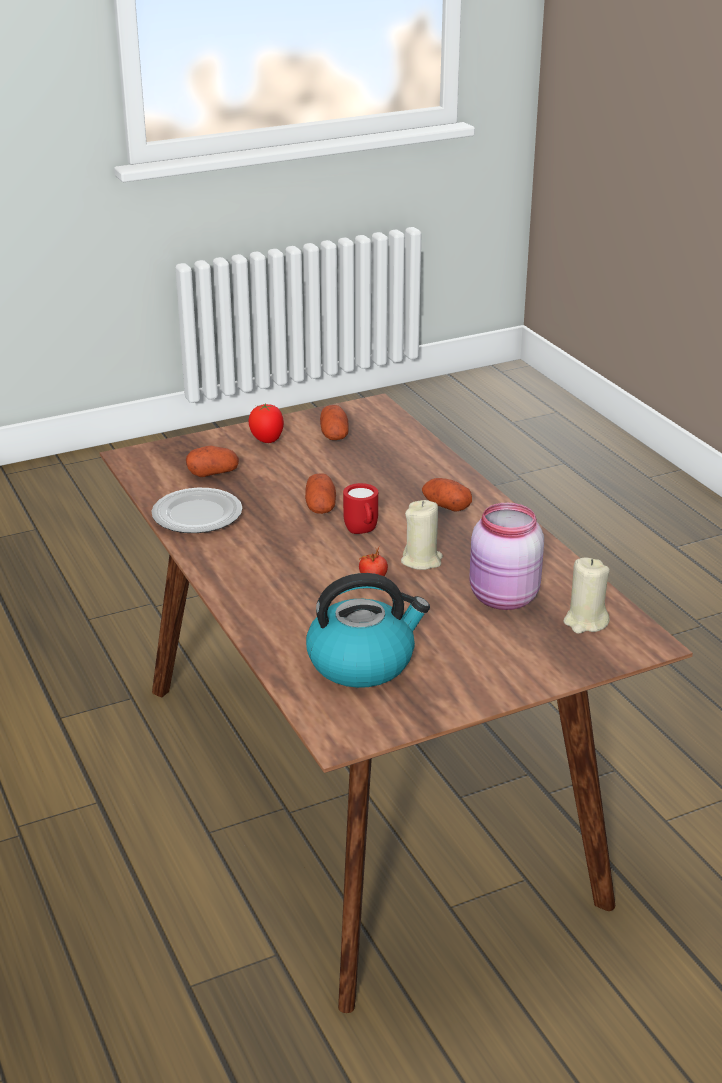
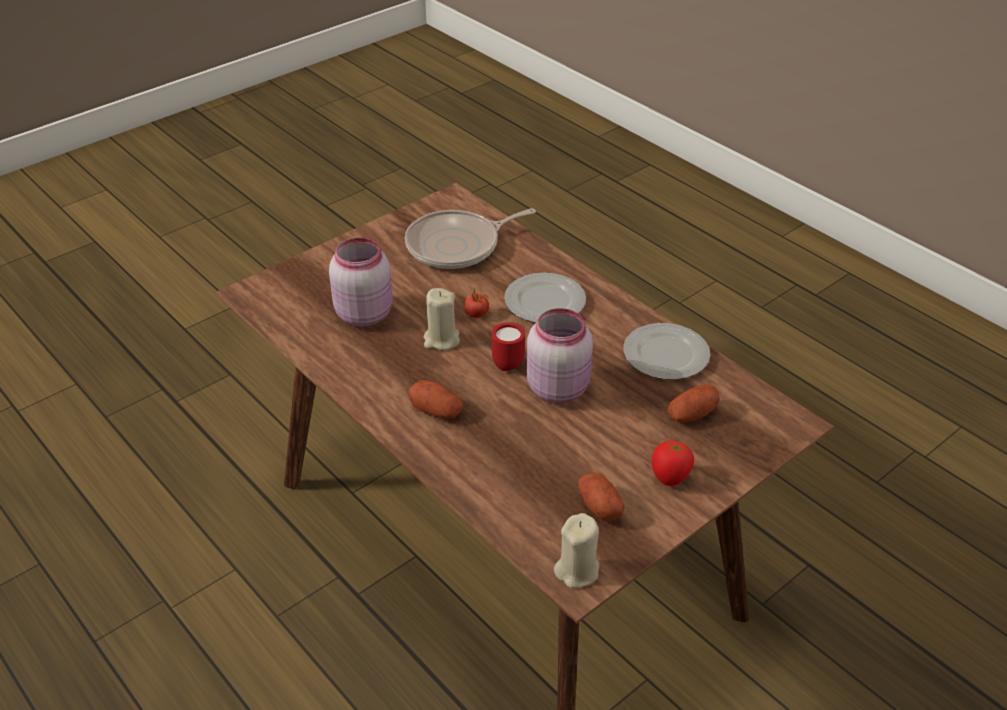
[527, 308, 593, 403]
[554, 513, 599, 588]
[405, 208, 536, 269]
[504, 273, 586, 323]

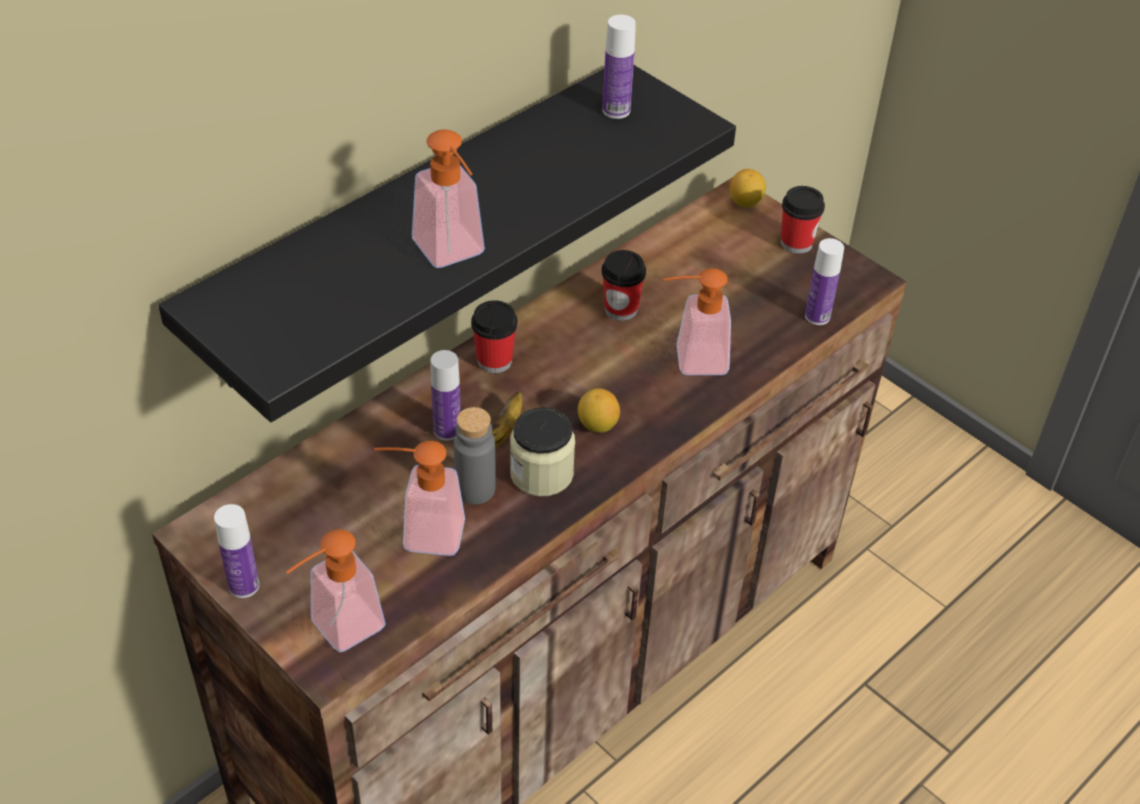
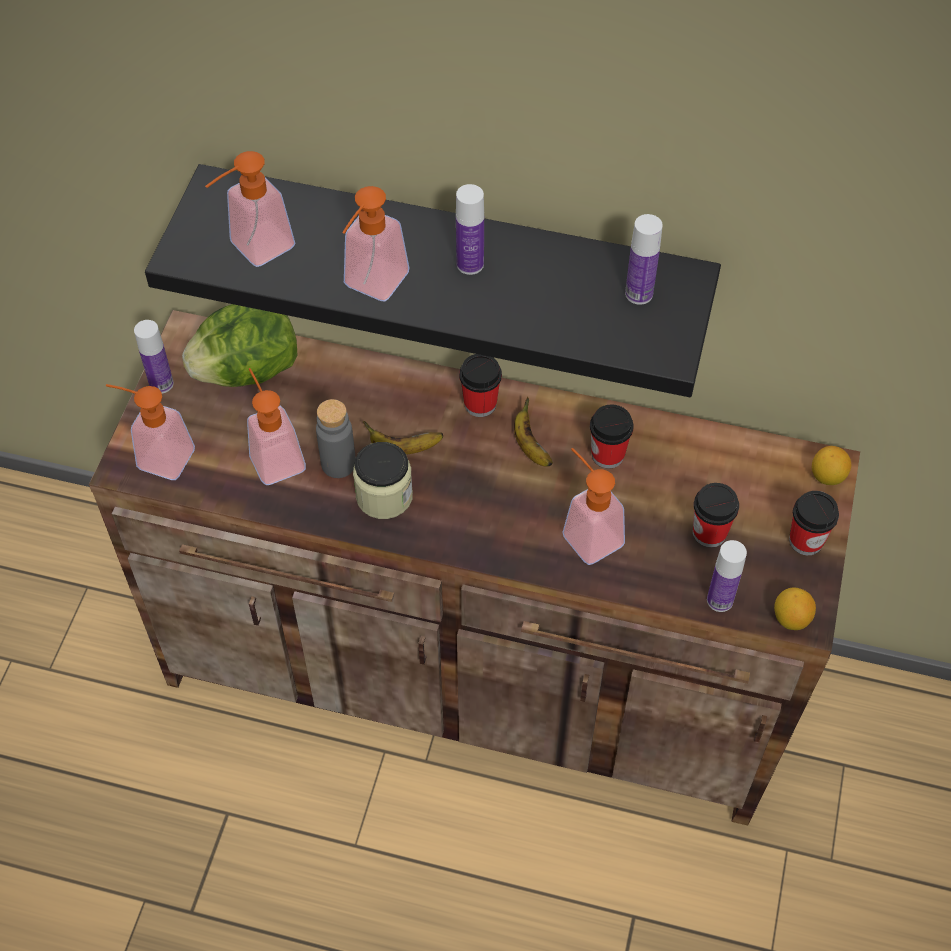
[456, 184, 484, 275]
[774, 587, 816, 630]
[205, 151, 295, 267]
[182, 304, 297, 387]
[514, 397, 553, 467]
[693, 483, 739, 547]

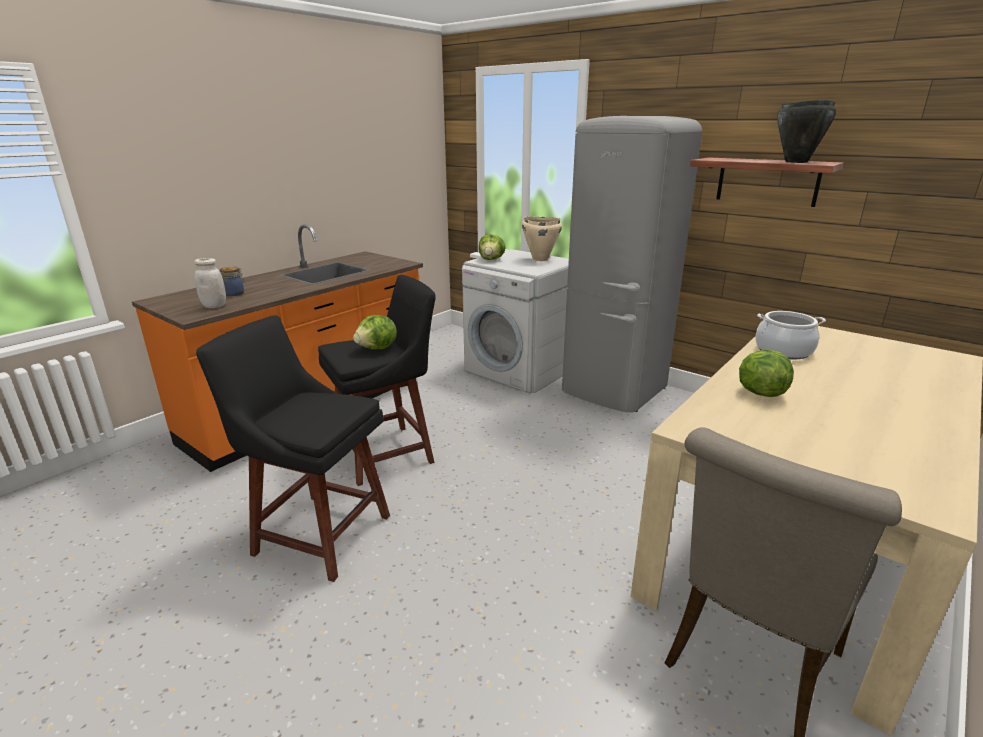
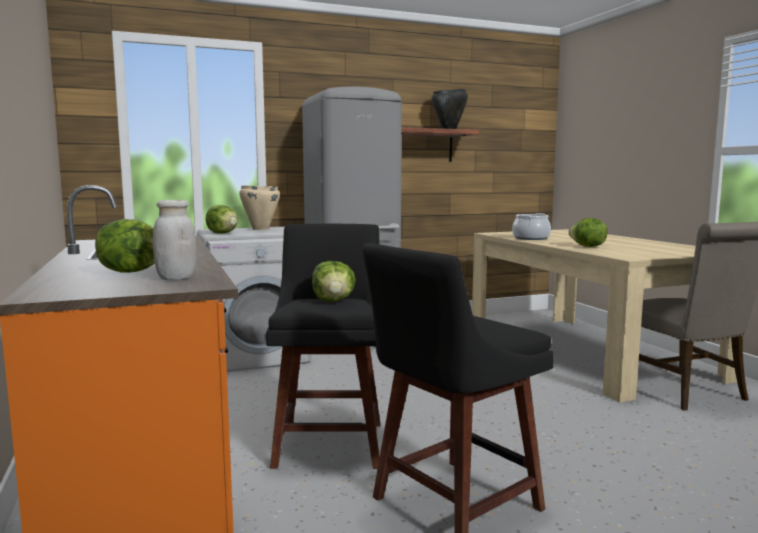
[95, 219, 155, 273]

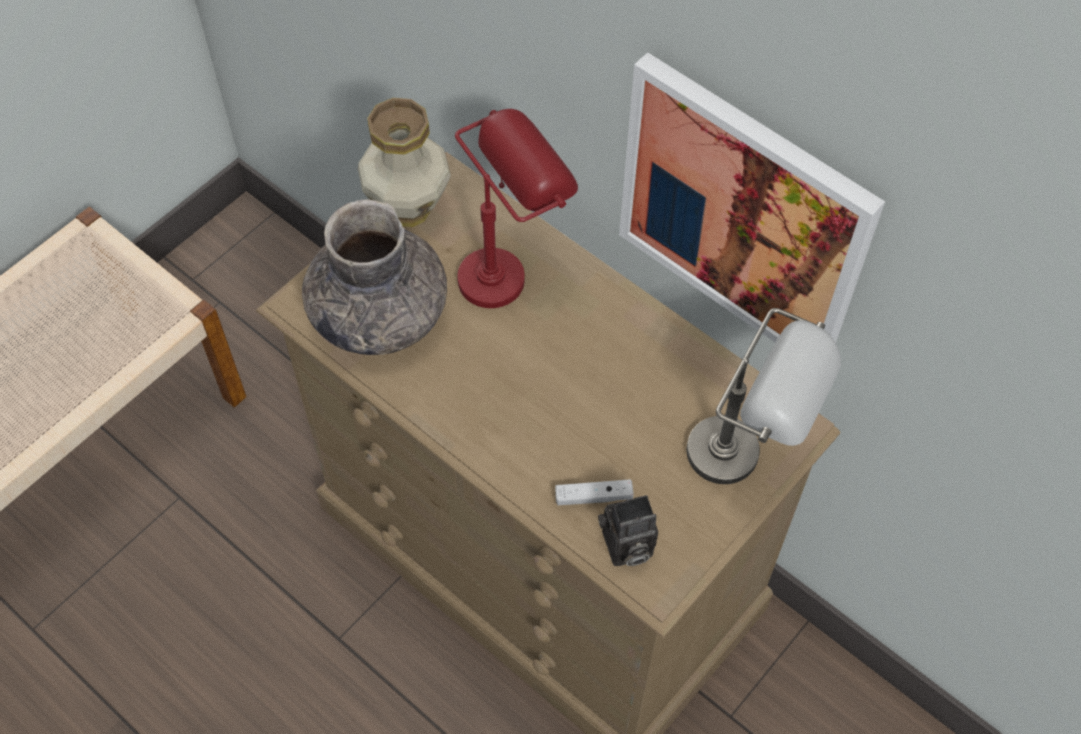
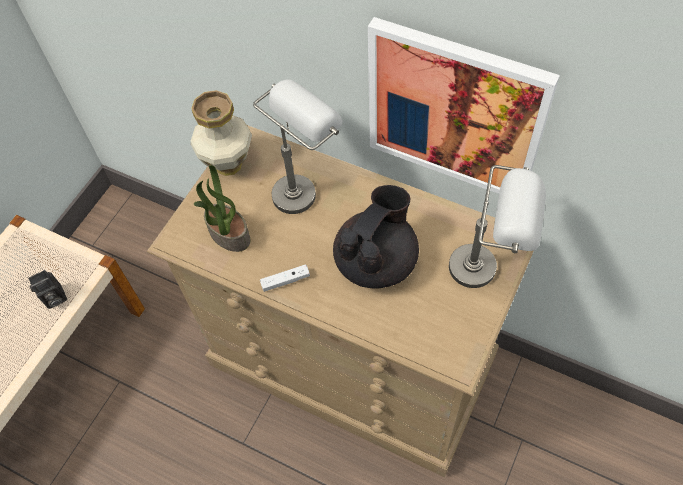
[253, 79, 343, 214]
[194, 165, 250, 252]
[260, 264, 310, 292]
[28, 270, 67, 309]
[333, 185, 419, 289]

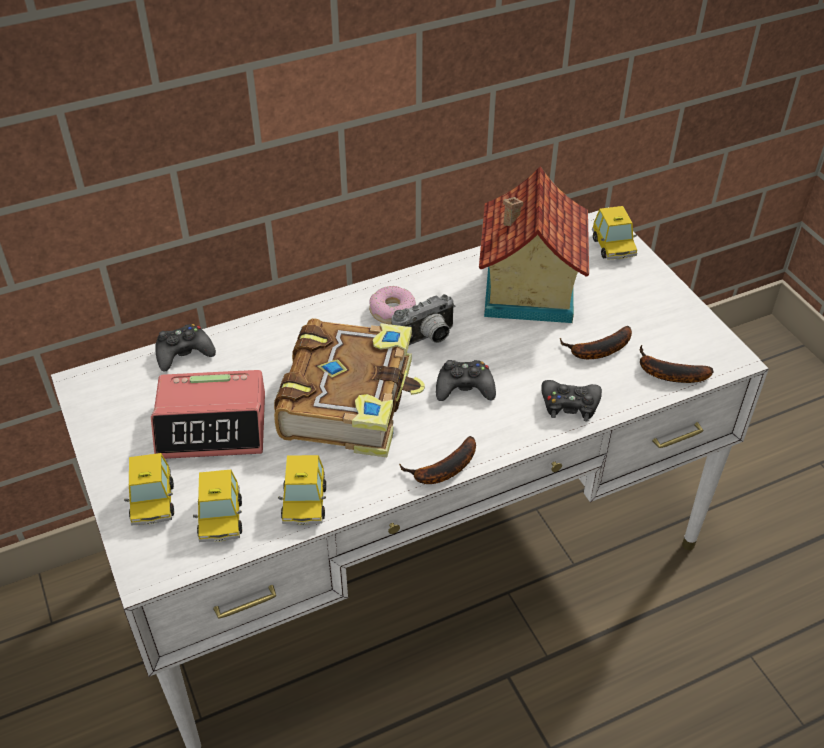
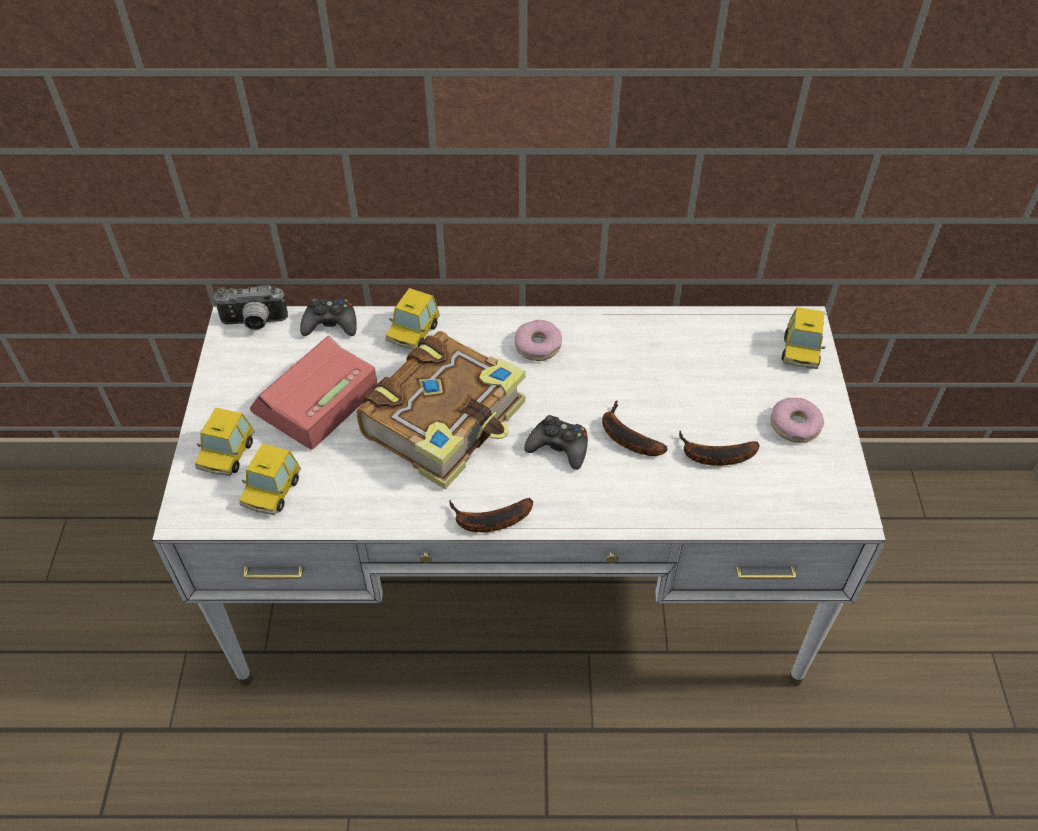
[479, 166, 589, 323] (first image)
[214, 285, 288, 330]
[602, 400, 667, 456]
[250, 336, 378, 450]
[541, 380, 602, 421] (first image)
[386, 288, 440, 350]
[770, 397, 824, 443]

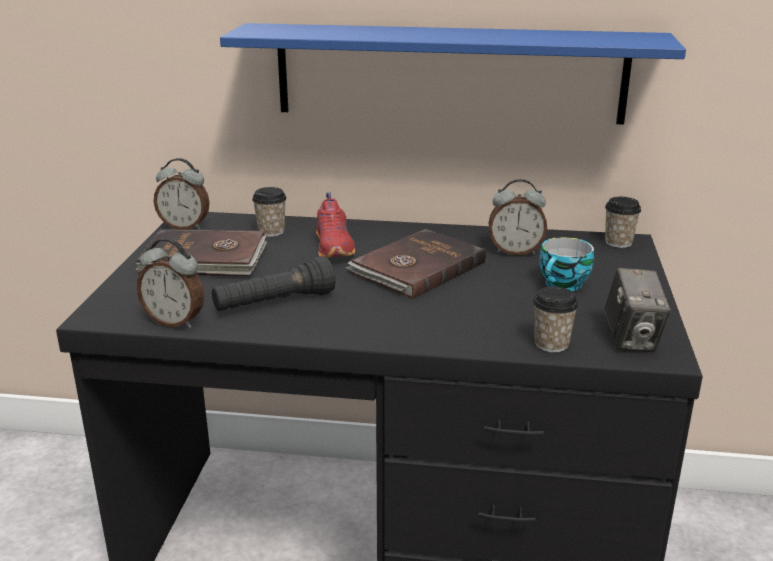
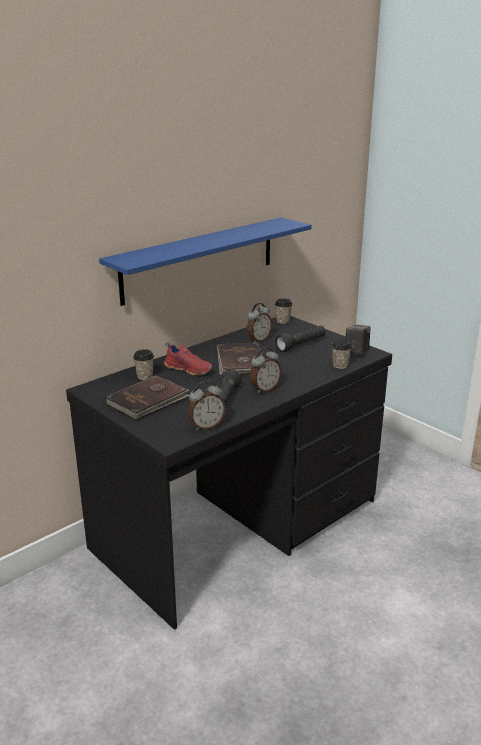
[250, 347, 282, 394]
[275, 325, 326, 352]
[345, 325, 371, 354]

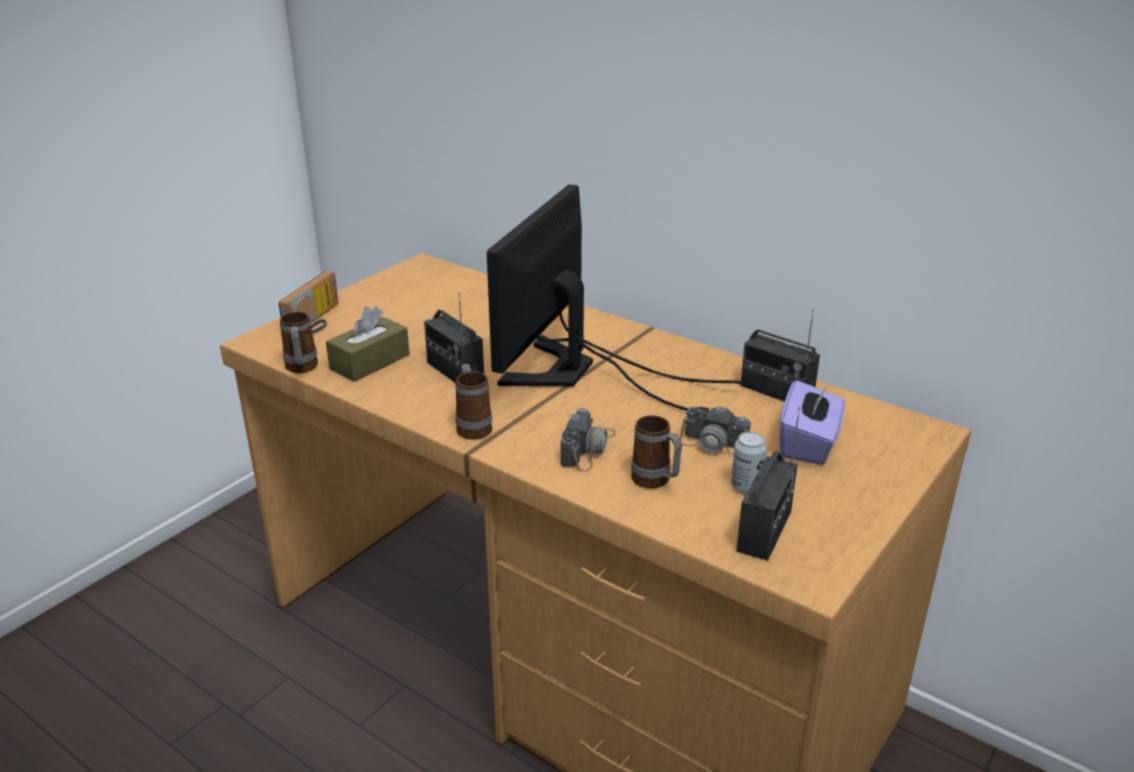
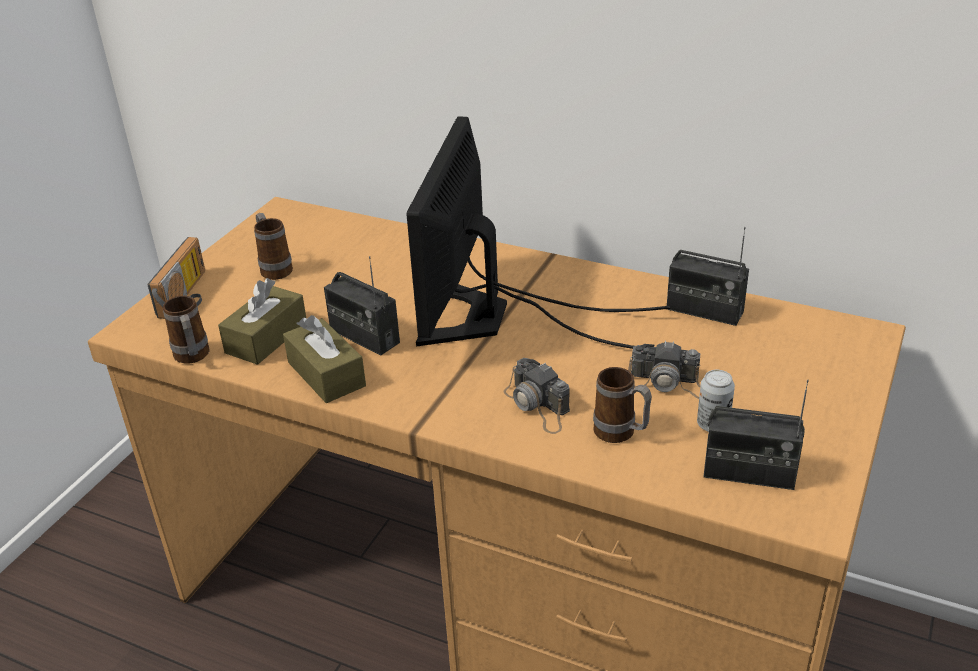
[254, 213, 293, 280]
[779, 379, 845, 465] (first image)
[704, 380, 809, 490]
[504, 358, 570, 434]
[283, 315, 366, 403]

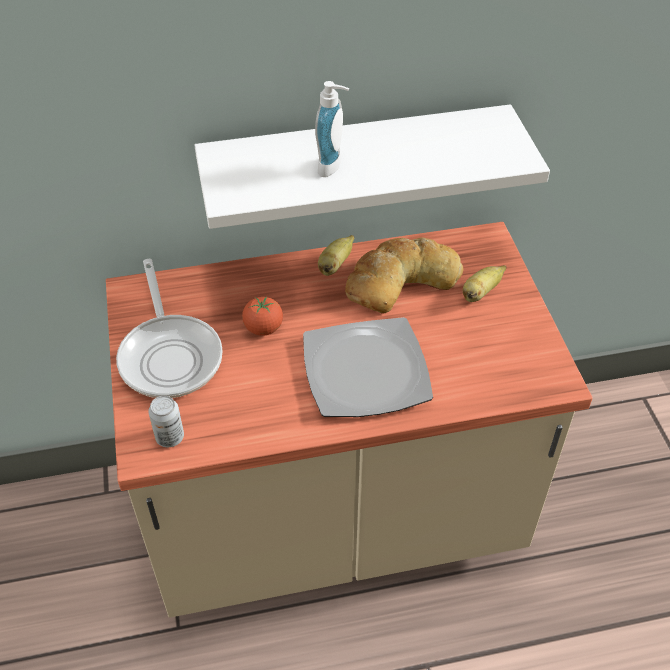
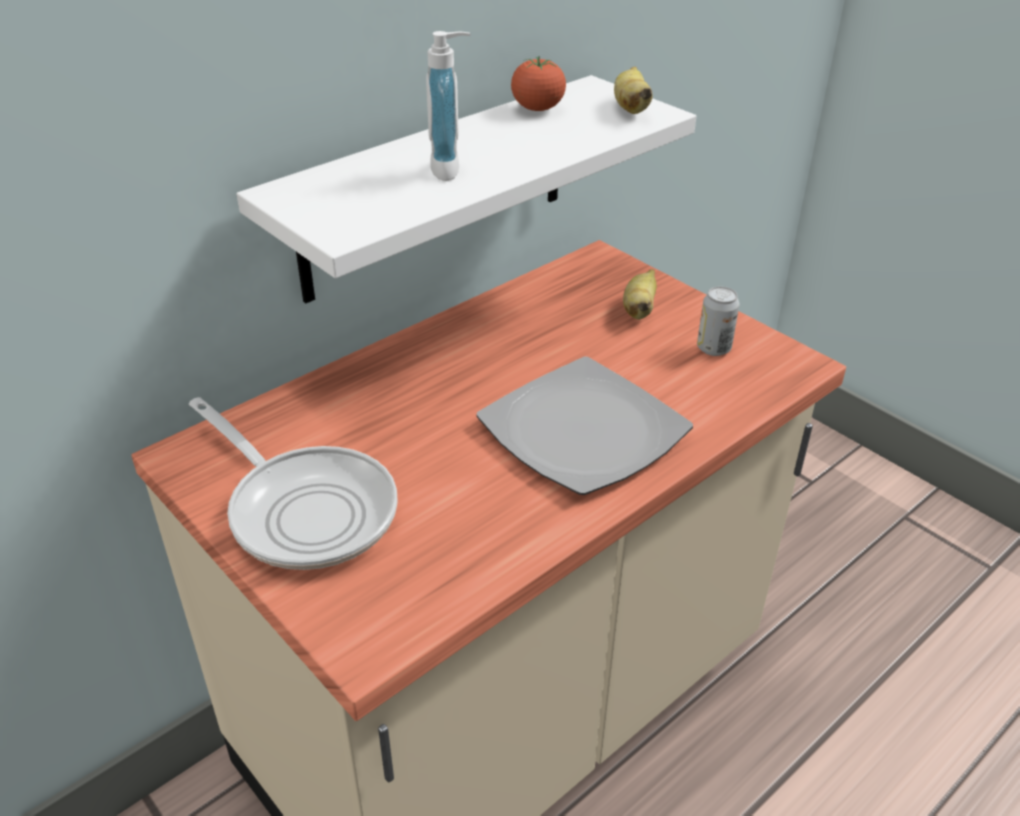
[614, 67, 653, 114]
[345, 238, 463, 314] (first image)
[511, 56, 566, 111]
[697, 287, 739, 356]

